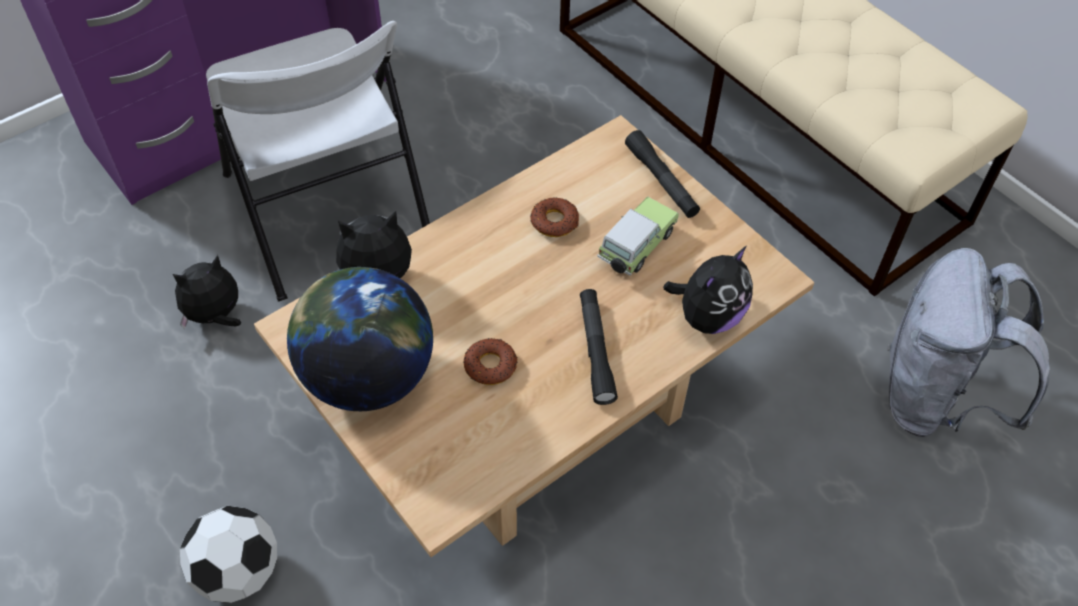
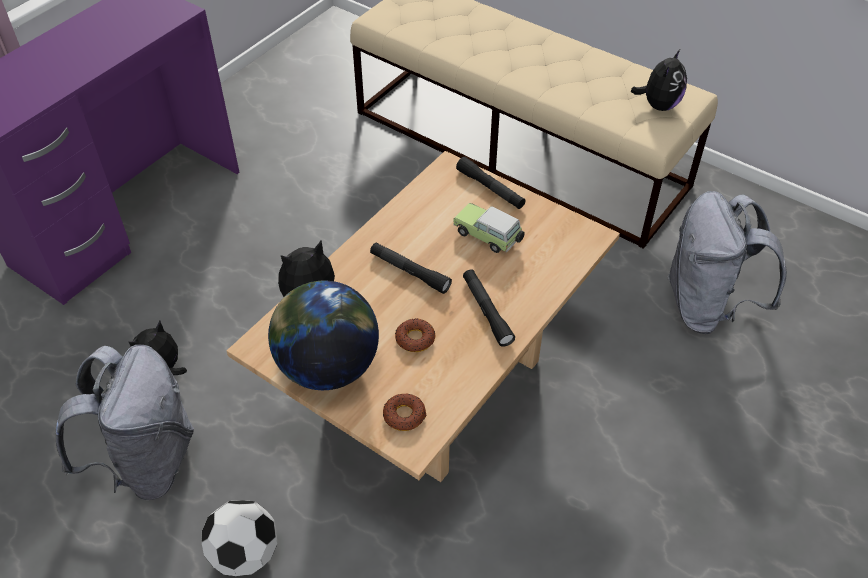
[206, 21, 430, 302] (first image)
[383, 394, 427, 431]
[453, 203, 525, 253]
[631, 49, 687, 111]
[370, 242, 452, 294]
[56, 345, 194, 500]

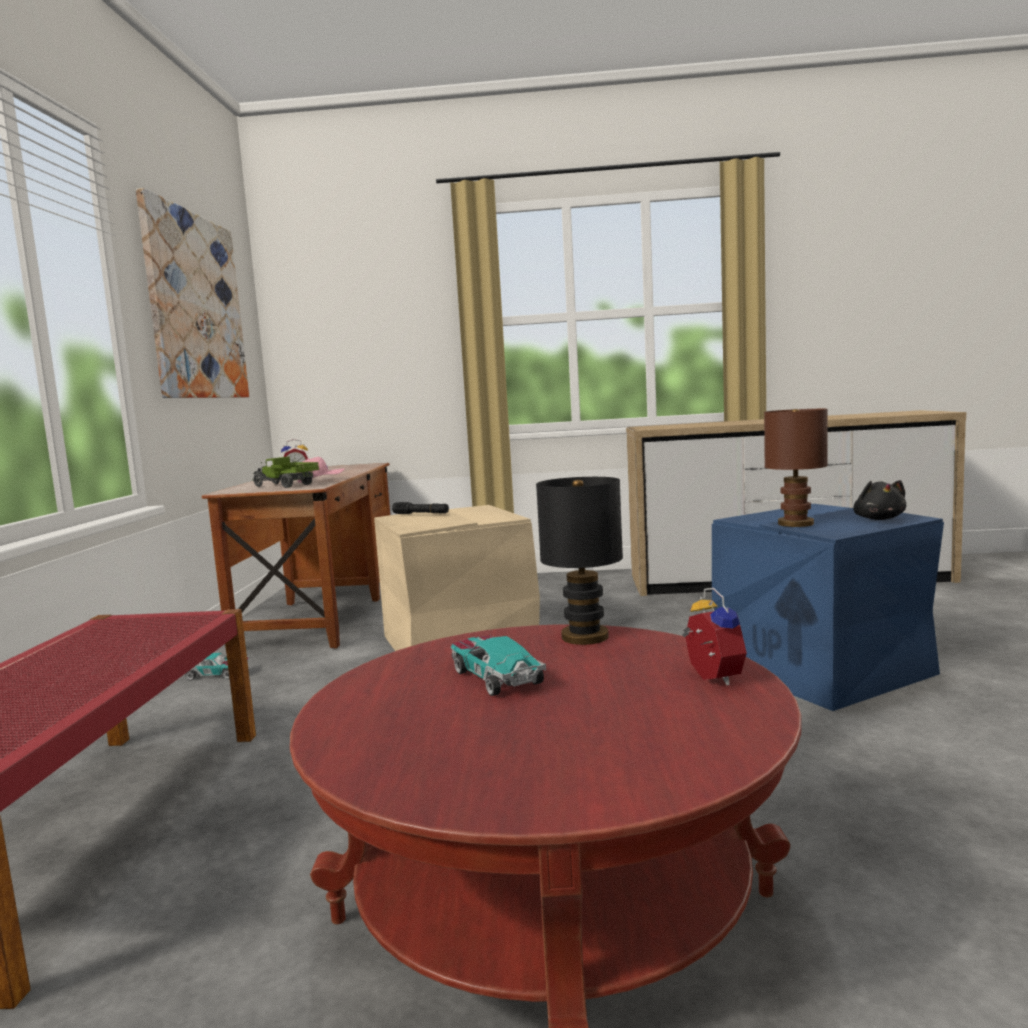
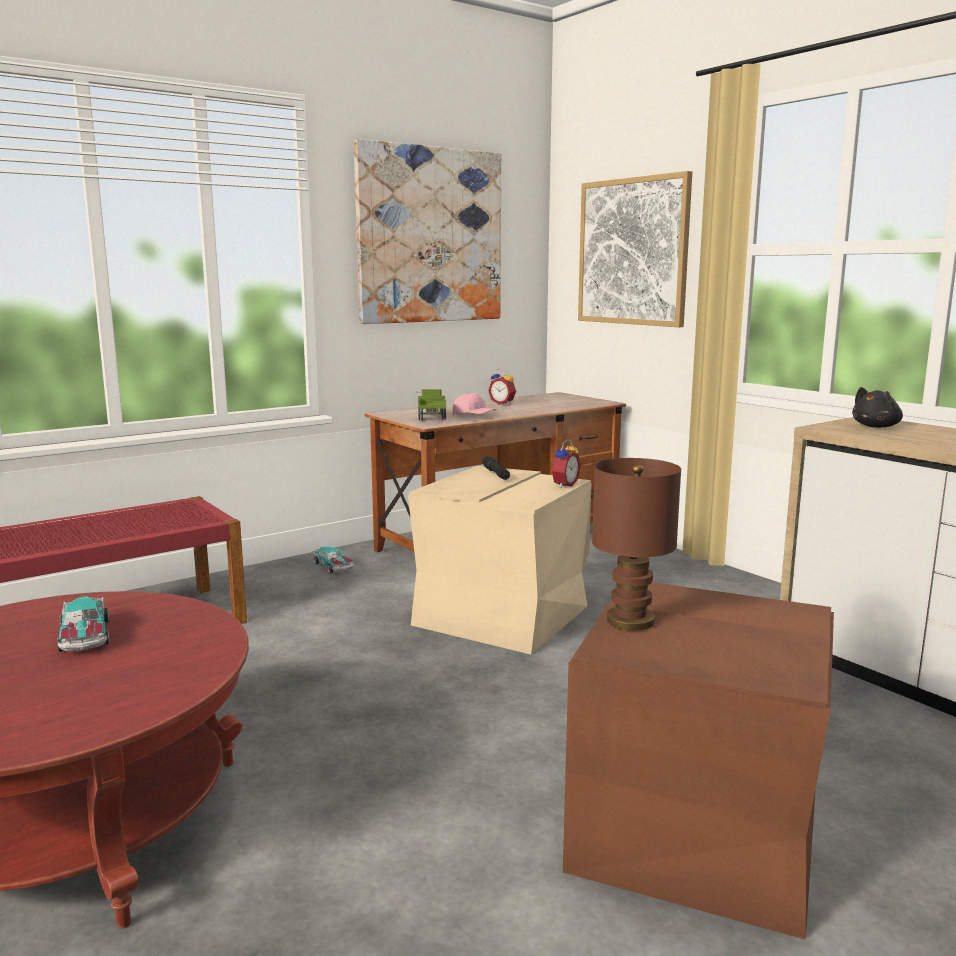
[536, 477, 623, 645] (first image)
[852, 387, 903, 428]
[563, 582, 834, 940]
[552, 439, 581, 488]
[57, 596, 109, 652]
[578, 171, 692, 327]

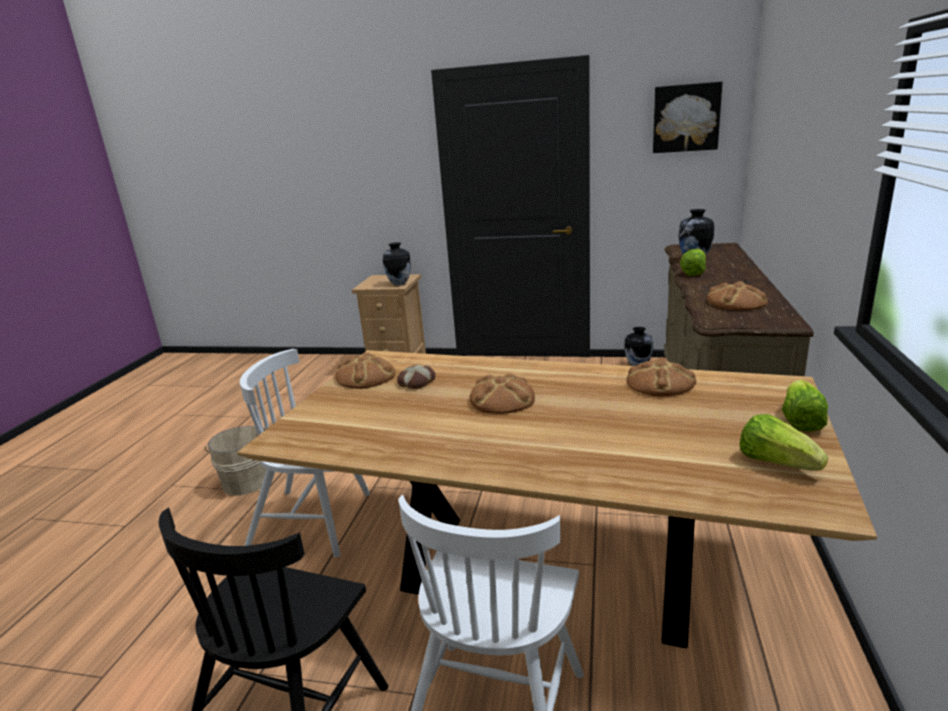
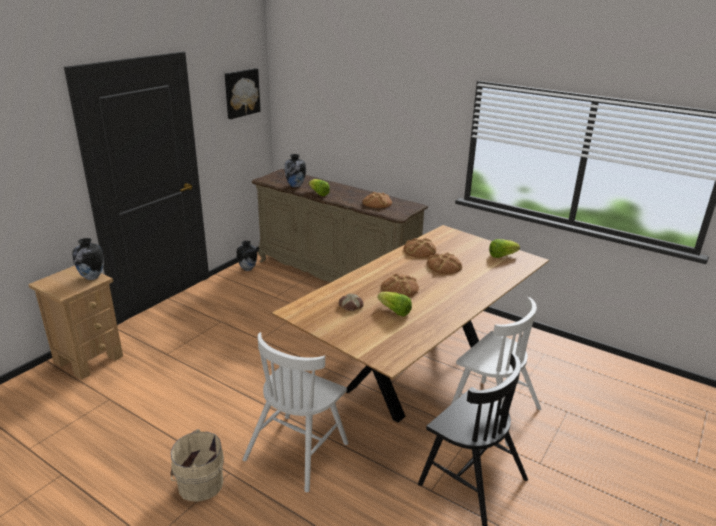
[427, 253, 462, 274]
[377, 292, 412, 317]

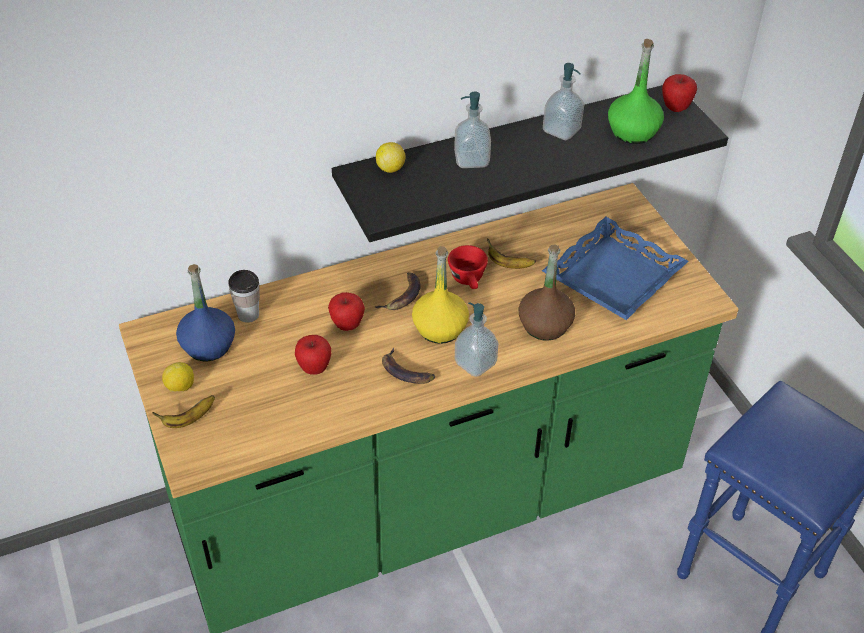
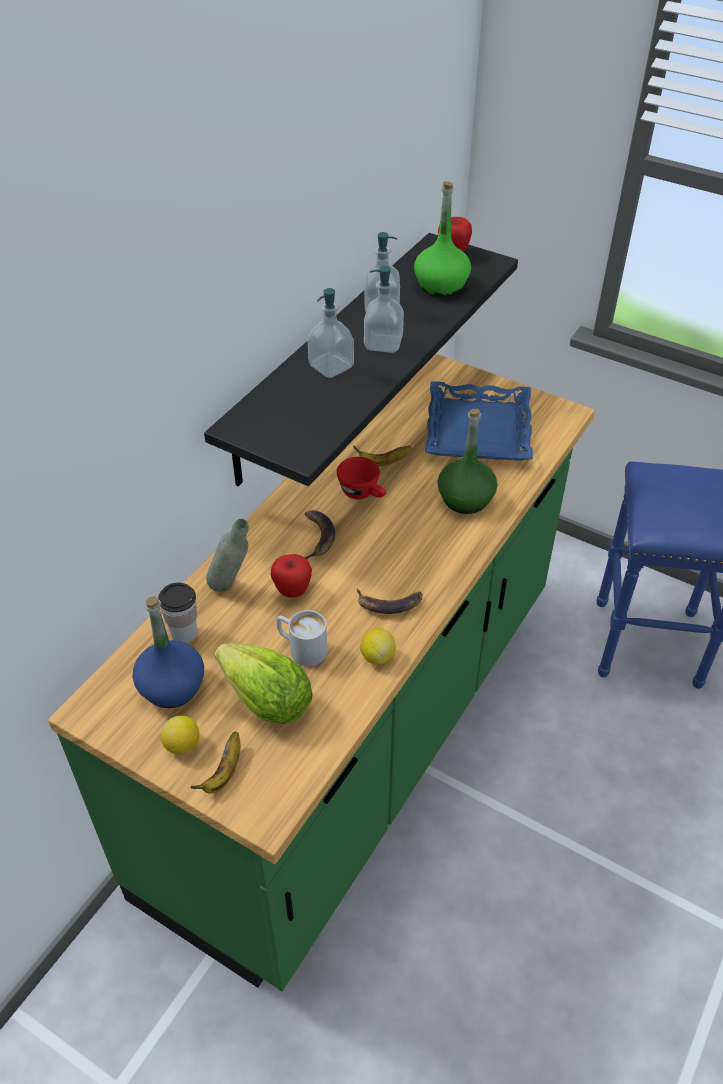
[360, 628, 396, 665]
[438, 409, 497, 514]
[412, 246, 469, 344] (first image)
[364, 266, 404, 353]
[276, 610, 327, 666]
[206, 519, 249, 592]
[215, 643, 313, 724]

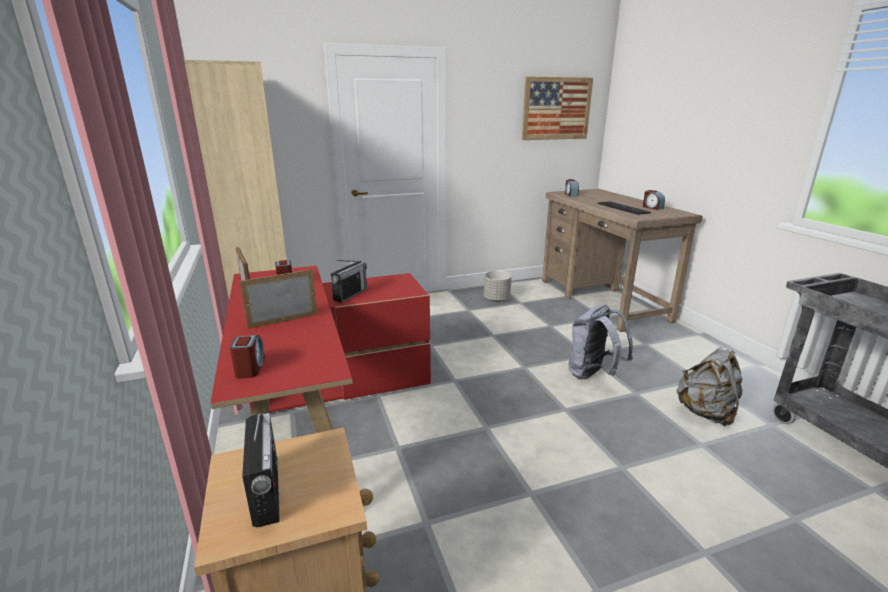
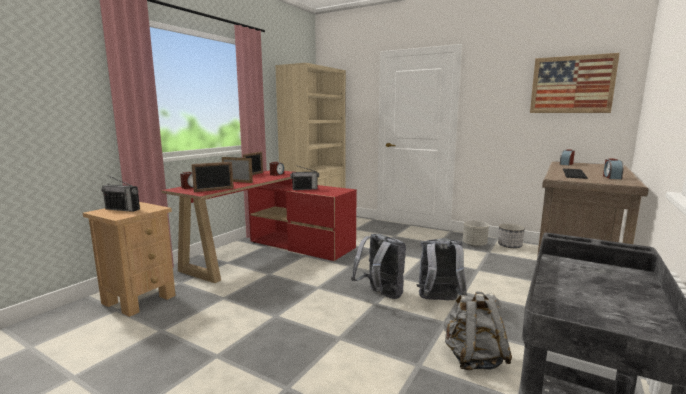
[101, 175, 140, 212]
[191, 162, 234, 192]
[498, 224, 525, 248]
[351, 234, 406, 299]

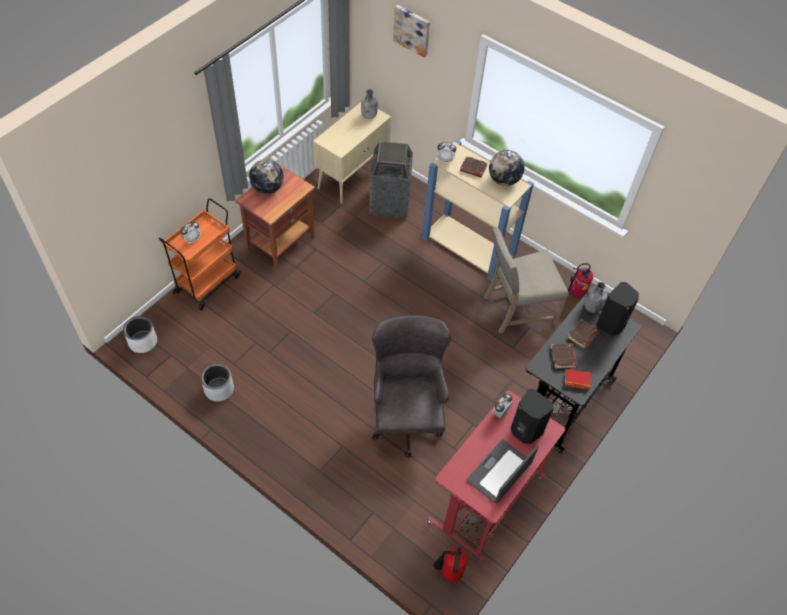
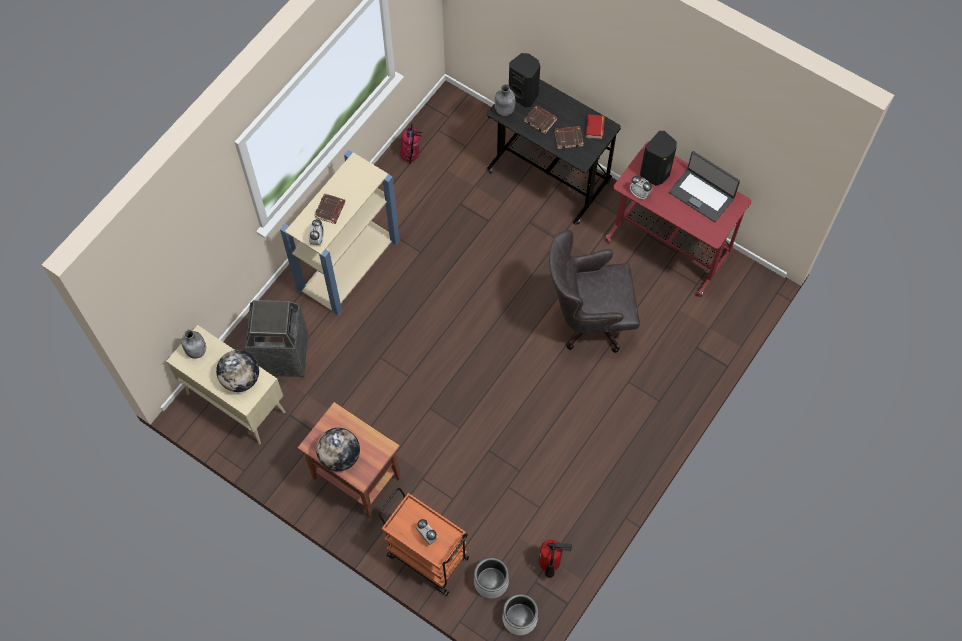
[393, 5, 430, 57] (first image)
[216, 350, 259, 392]
[484, 228, 569, 333] (first image)
[474, 557, 509, 599]
[539, 540, 572, 578]

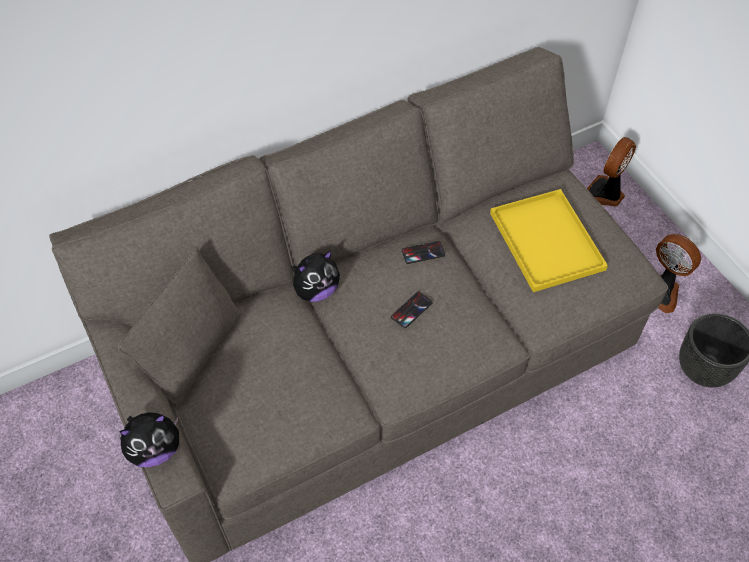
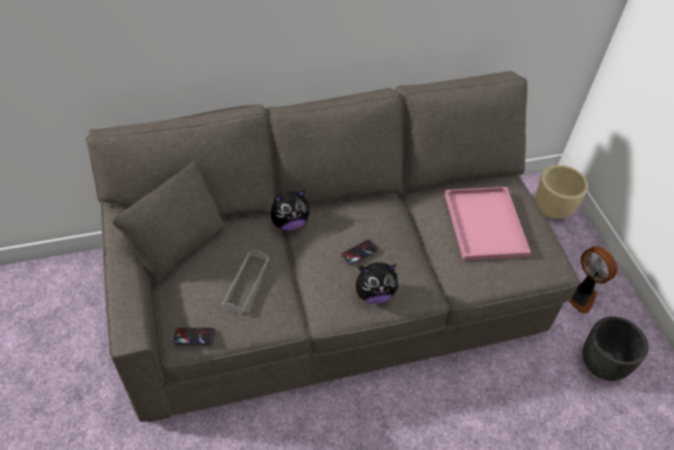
[535, 165, 588, 219]
[445, 187, 531, 261]
[174, 328, 215, 345]
[356, 262, 398, 304]
[221, 250, 269, 314]

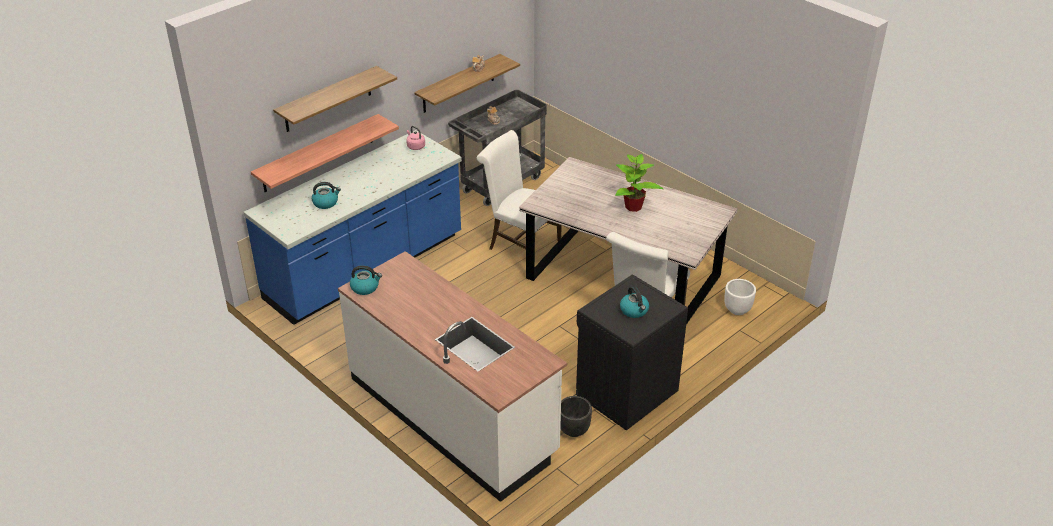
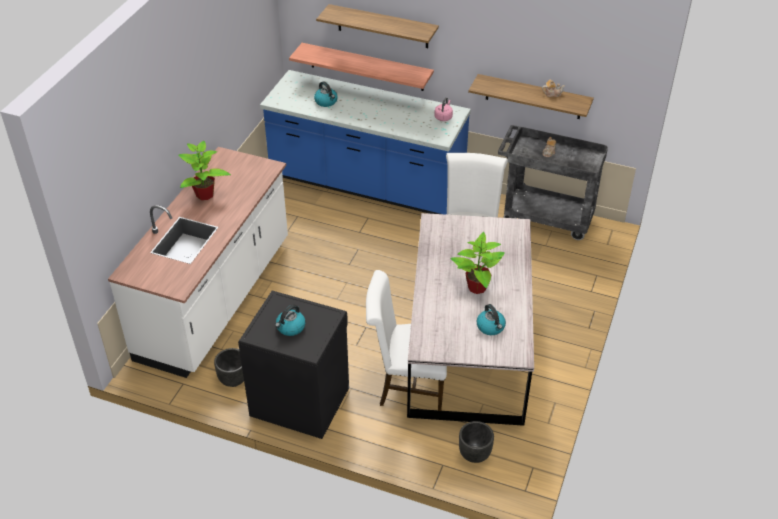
[476, 304, 506, 335]
[459, 421, 494, 463]
[179, 141, 231, 200]

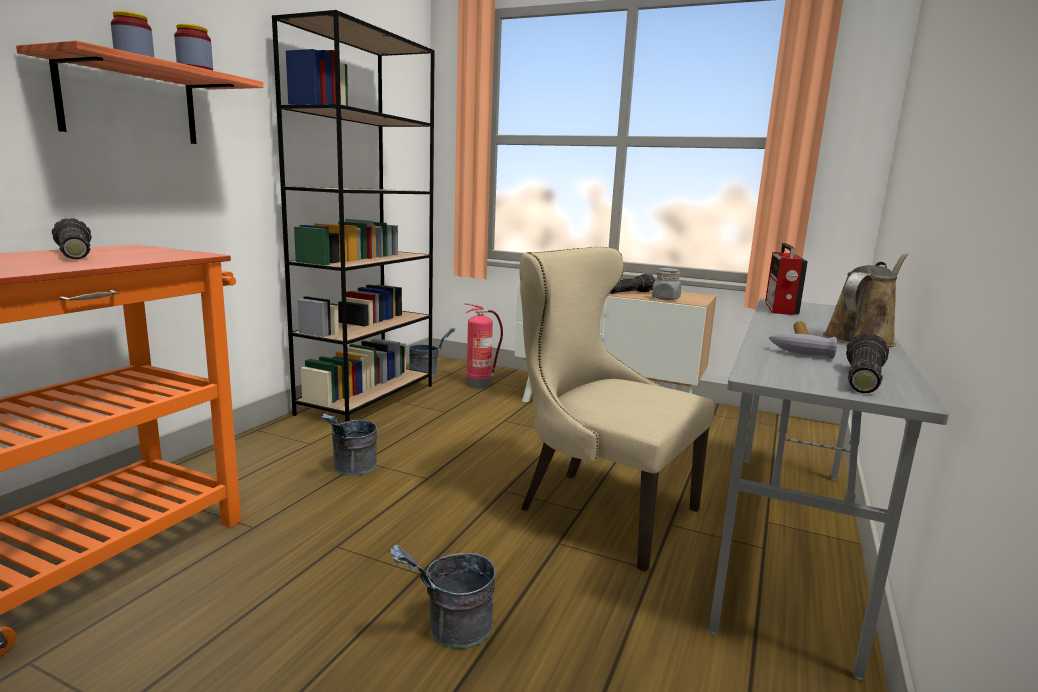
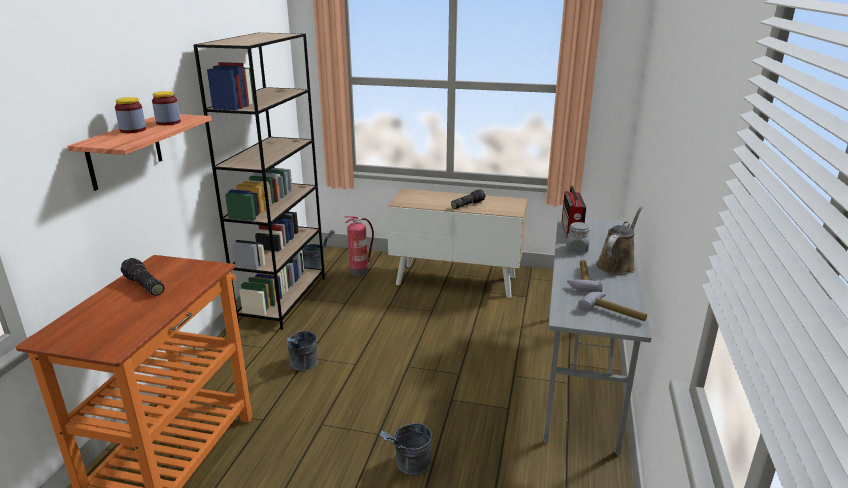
[519, 247, 714, 572] (first image)
[566, 222, 590, 253]
[578, 291, 647, 321]

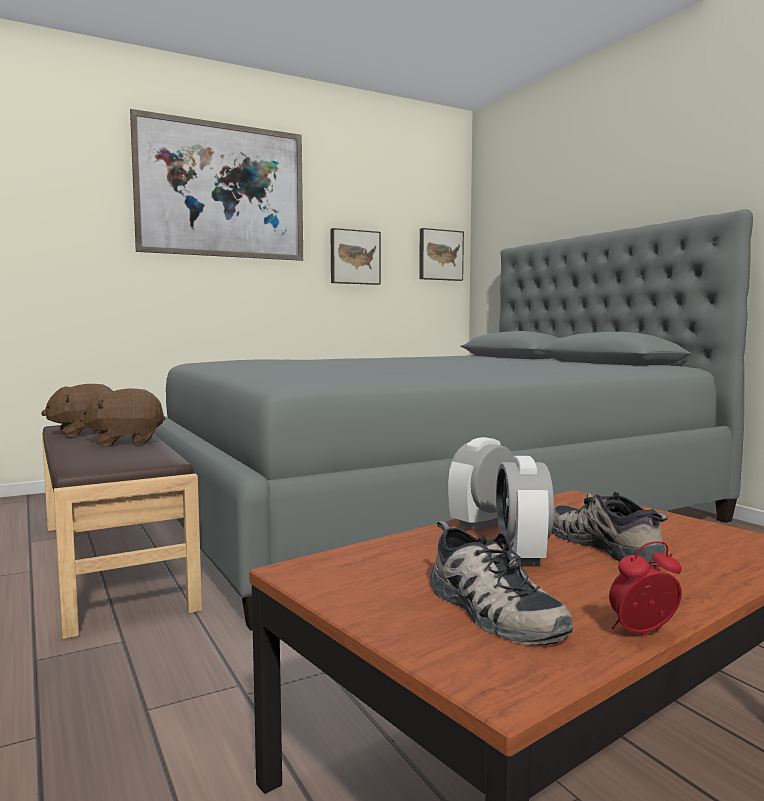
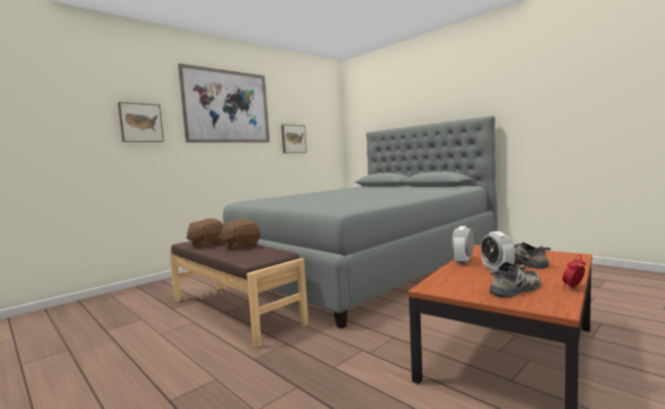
[118, 102, 164, 142]
[490, 262, 541, 297]

